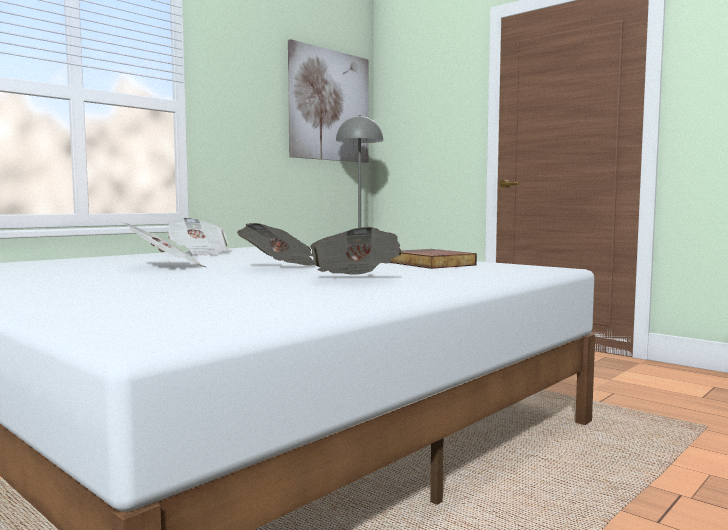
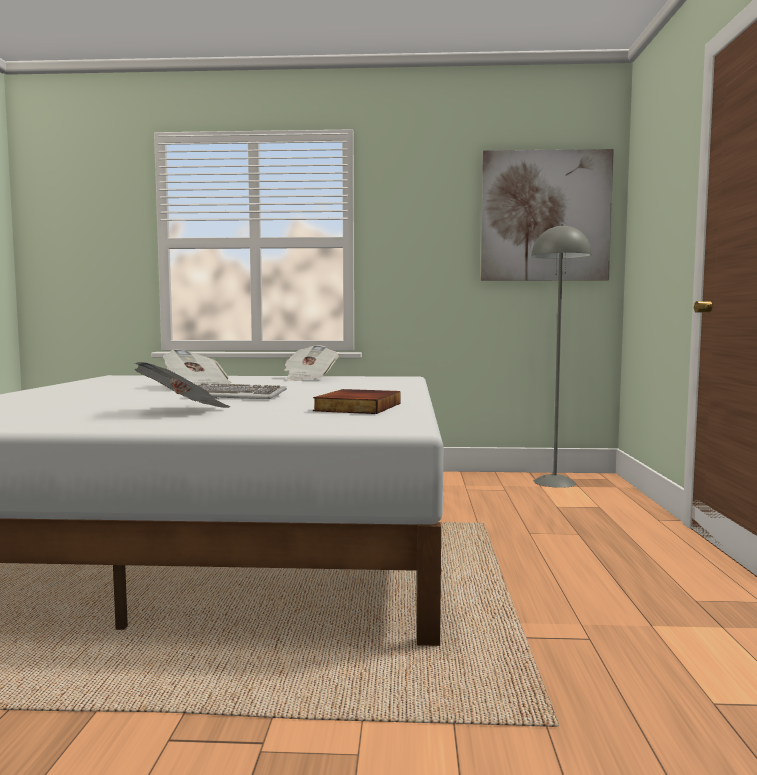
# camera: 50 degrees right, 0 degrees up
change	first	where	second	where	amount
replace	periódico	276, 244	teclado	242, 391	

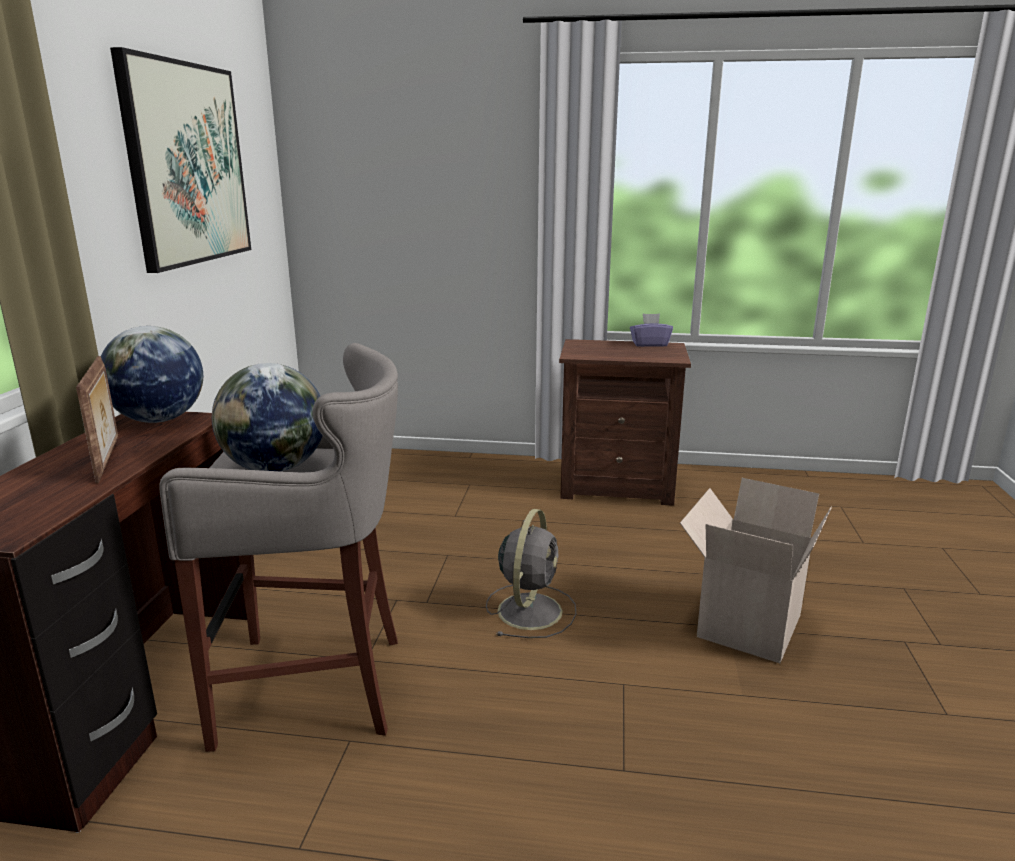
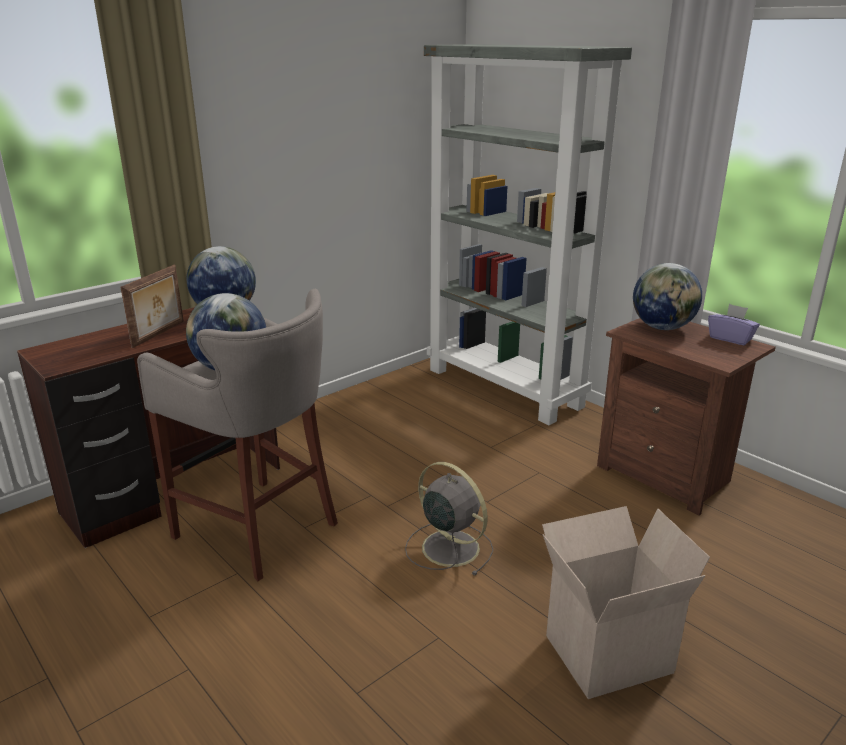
# camera: 40 degrees right, 5 degrees up
change	first	where	second	where	amount
delete	cuadro	180, 160			
rotate	ventilador/gris	531, 573		449, 519	105 degrees counterclockwise
insert			estantería/gris	528, 234	
insert			globo terráqueo	667, 296	

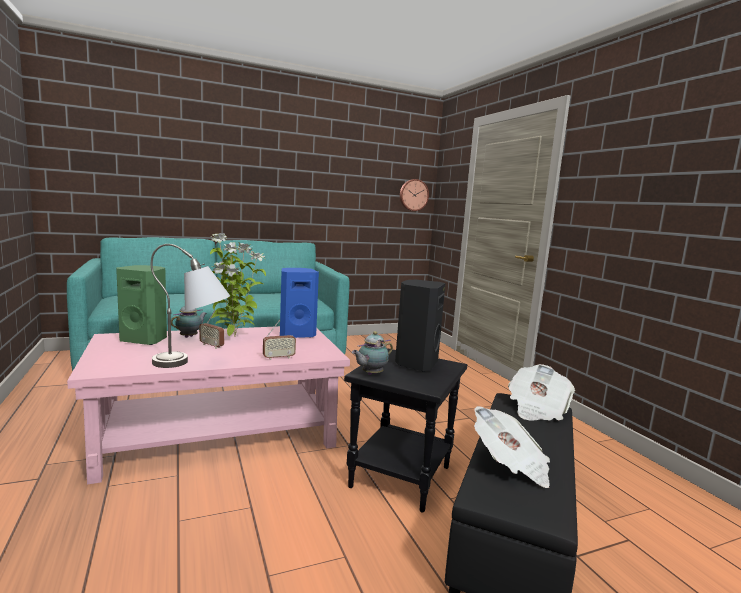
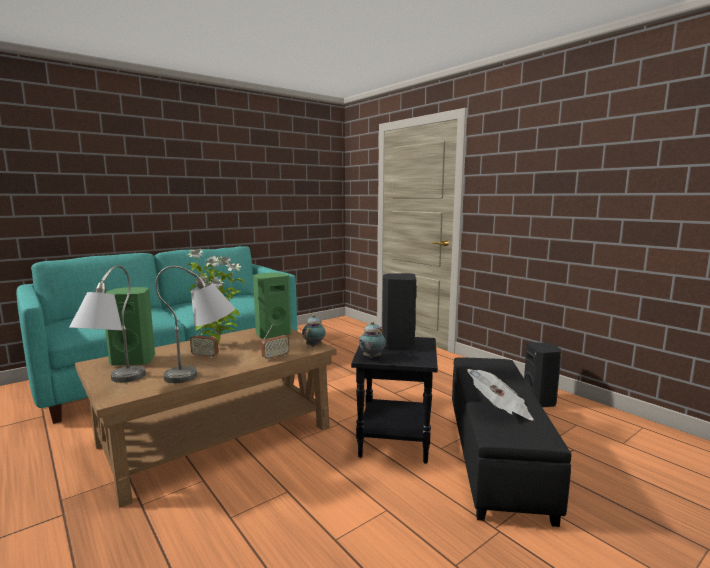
# camera: 15 degrees left, 0 degrees up
change	first	where	second	where	amount
delete	reloj de pared	414, 195			
recolor	altavoz/azul	299, 303	altavoz/verde	272, 306	
move	tetera	189, 322		313, 331	
recolor	mesa de centro/rosa	208, 405	mesa de centro/marrón	205, 418	
delete	periódico	541, 392			
insert			lámpara de mesa/gris	107, 324	
insert			altavoz/negro	543, 375	

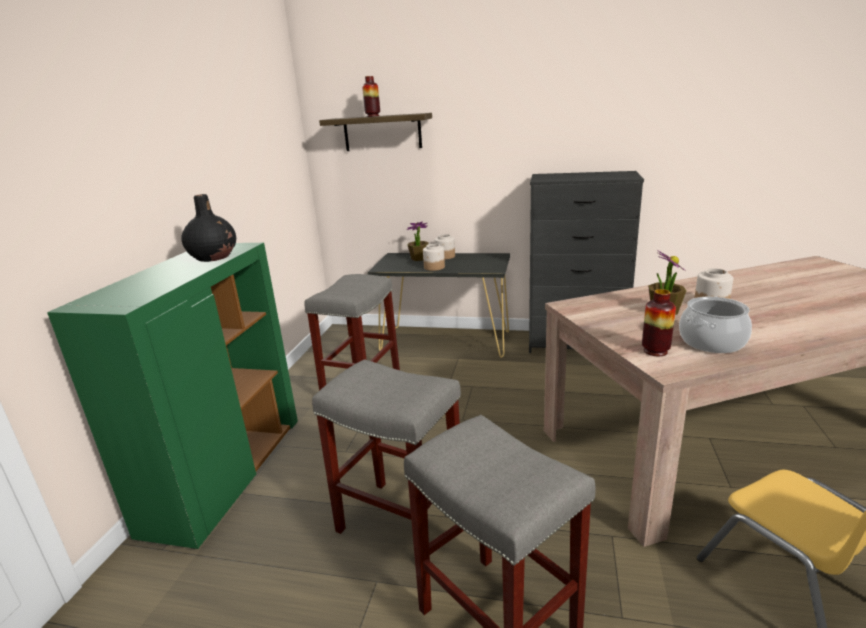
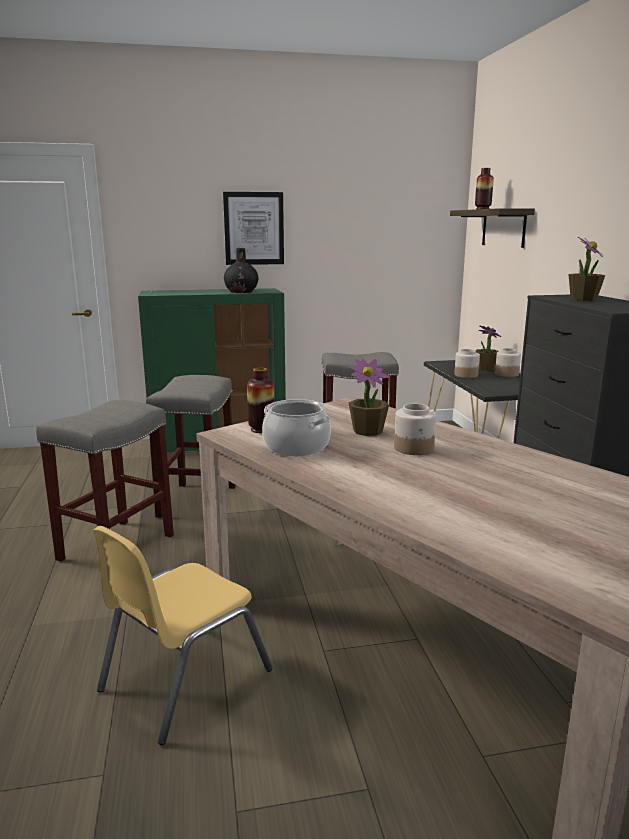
# camera: 65 degrees right, 5 degrees down
change	first	where	second	where	amount
insert			cuadro	253, 228	
insert			planta en maceta	586, 269	

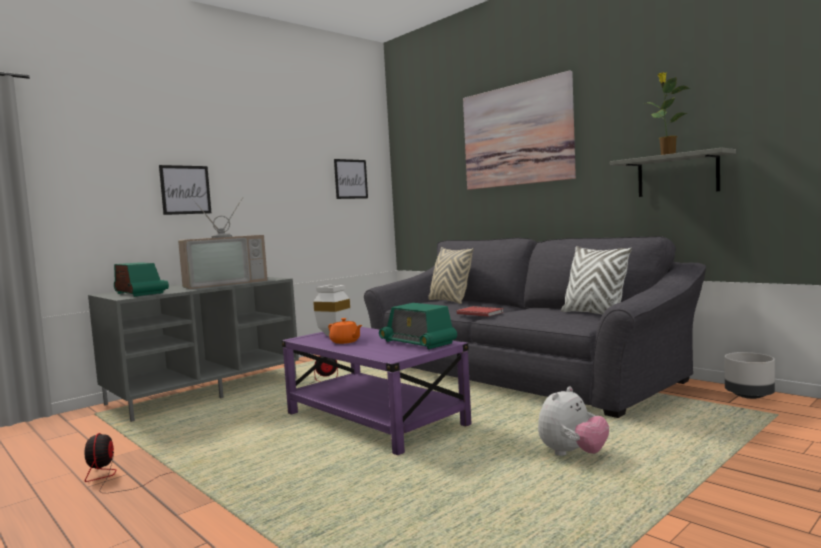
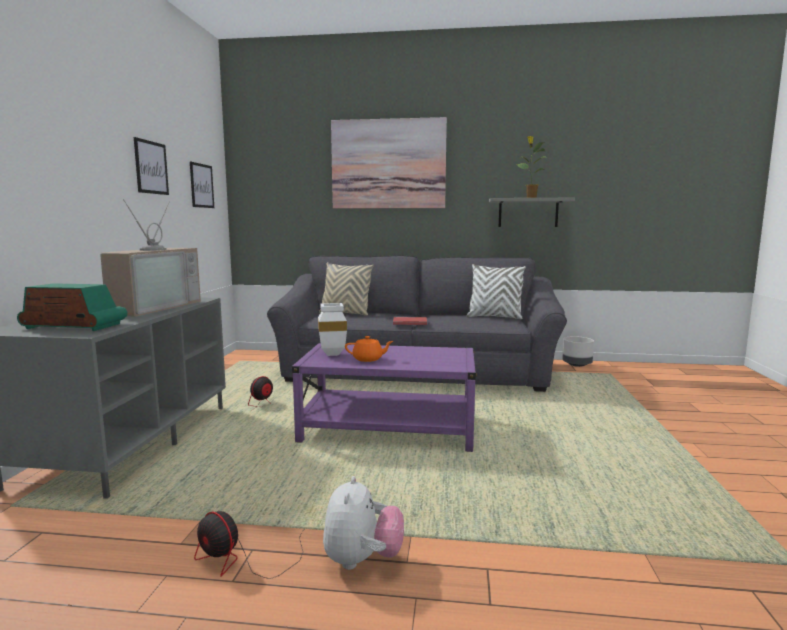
# camera: 40 degrees left, 5 degrees up
change	first	where	second	where	amount
move	cuadro	185, 190		151, 166	
delete	radio	418, 326			
move	peluche	573, 421		363, 523	

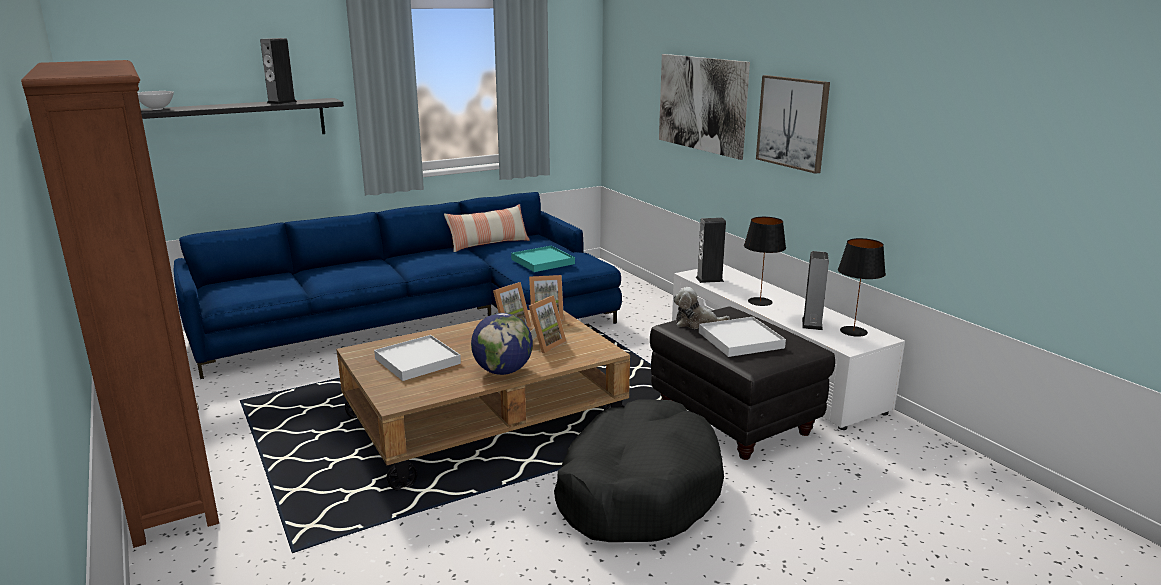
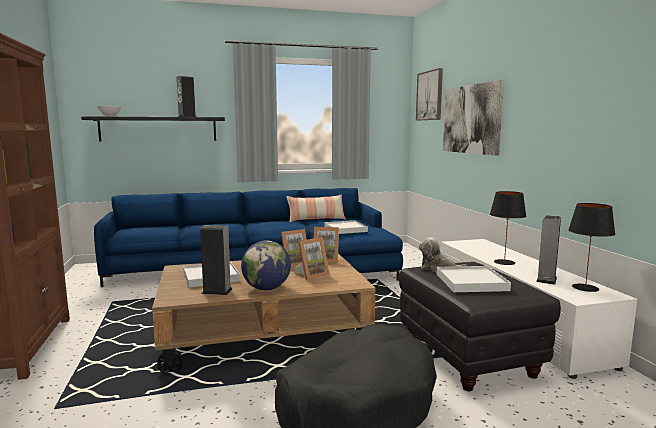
# camera: 15 degrees right, 10 degrees down
change	first	where	second	where	amount
move	cuadro	793, 124		429, 94	
move	altavoz	711, 250		216, 260	
recolor	bandeja/turquesa	543, 259	bandeja/blanco	346, 227	

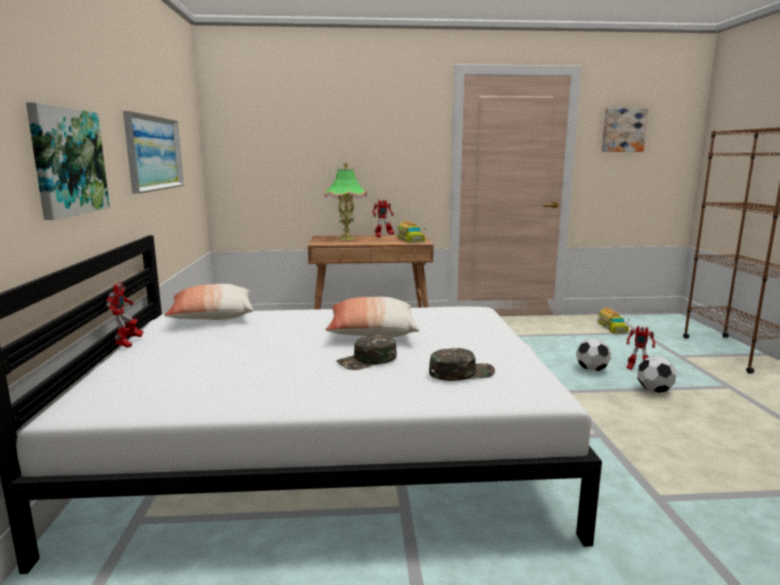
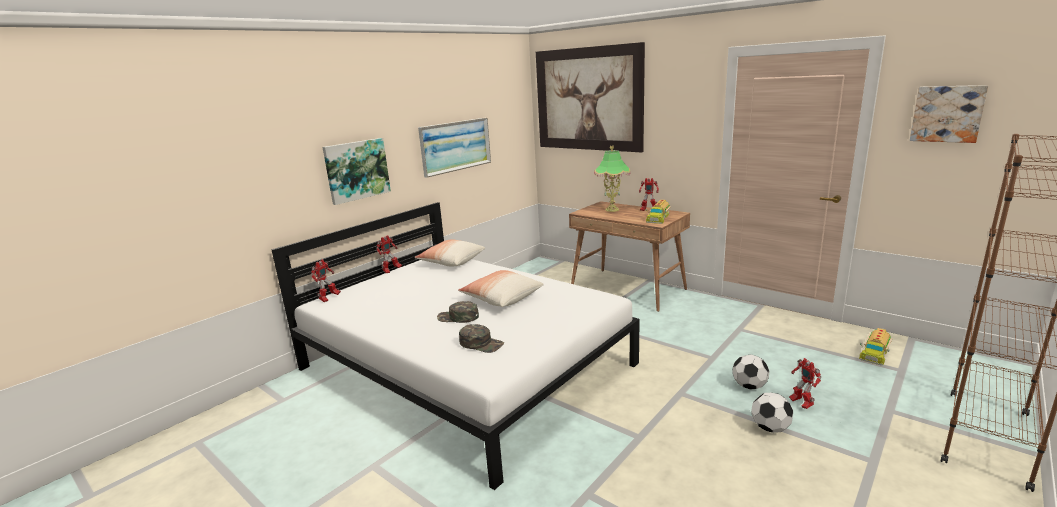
# camera: 45 degrees right, 5 degrees up
change	first	where	second	where	amount
insert			cuadro	590, 97	
insert			robot de juguete	326, 280	

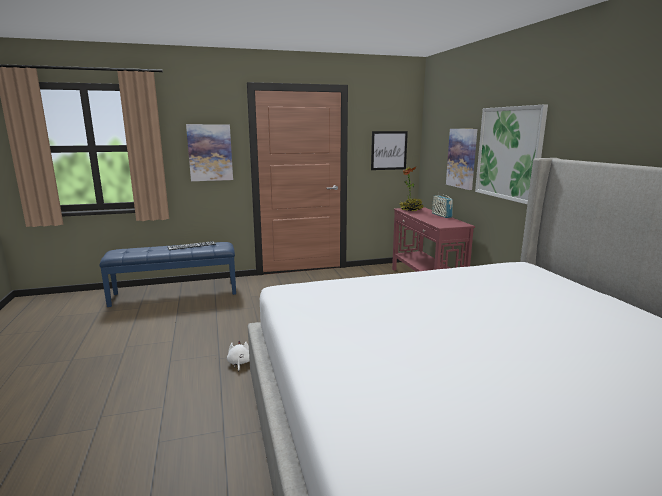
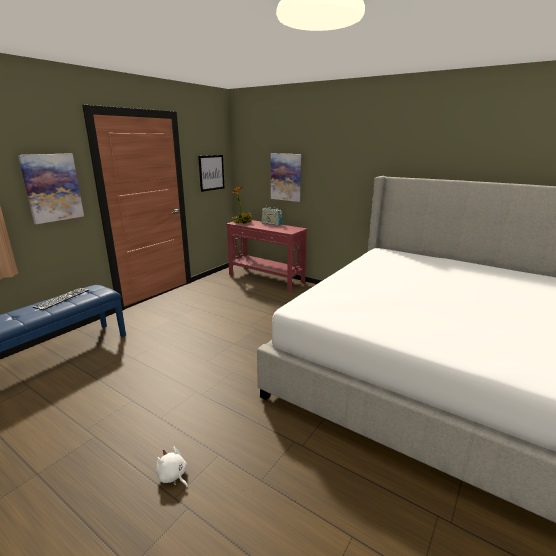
# camera: 40 degrees left, 5 degrees up
change	first	where	second	where	amount
delete	cuadro	511, 154			
move	peluche/blanco	238, 356		172, 467	

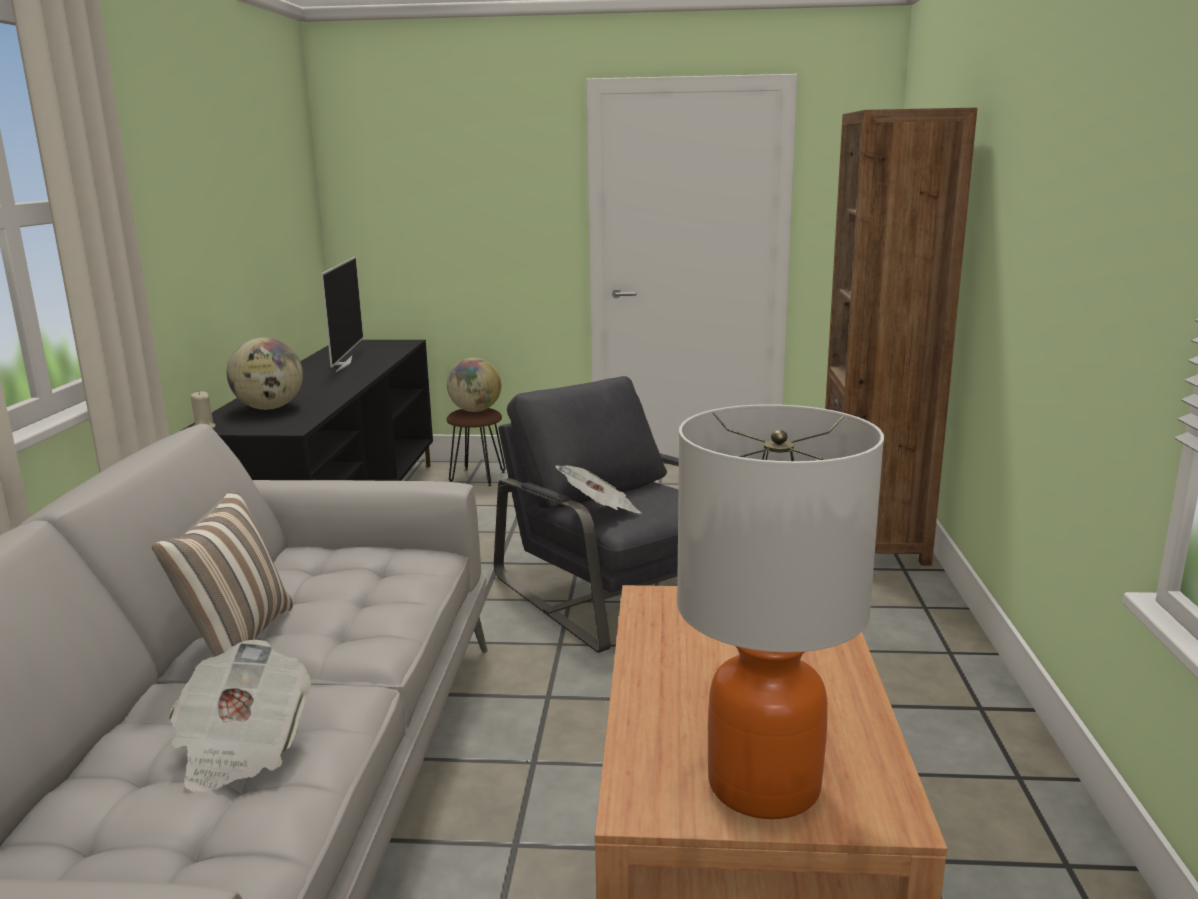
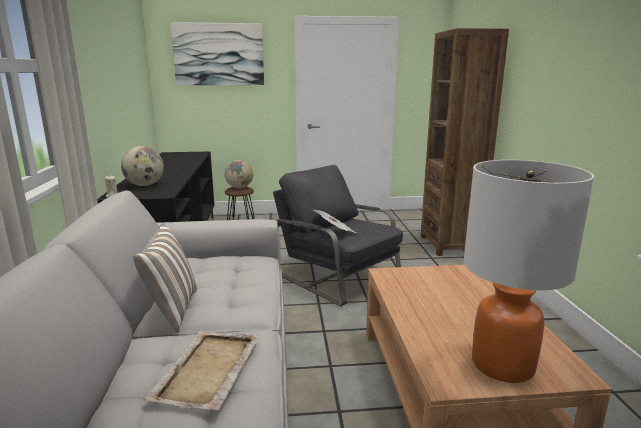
# camera: 10 degrees left, 0 degrees up
change	first	where	second	where	amount
delete	televisor	342, 314			
replace	periódico	240, 716	bandeja/beis	202, 370	
insert			cuadro	217, 53	

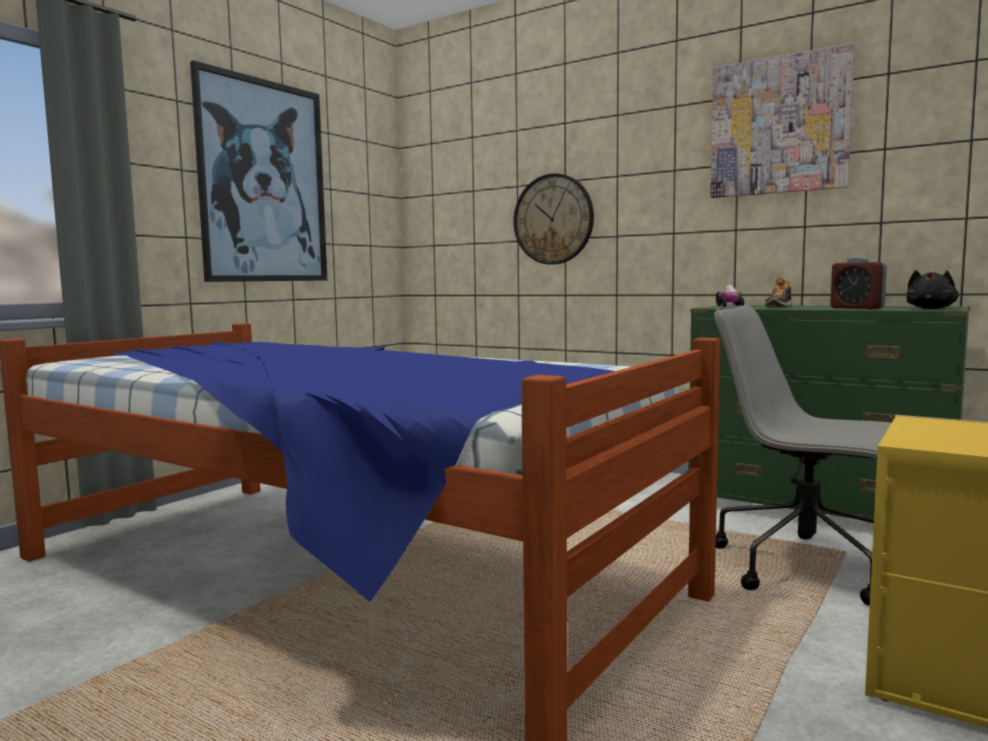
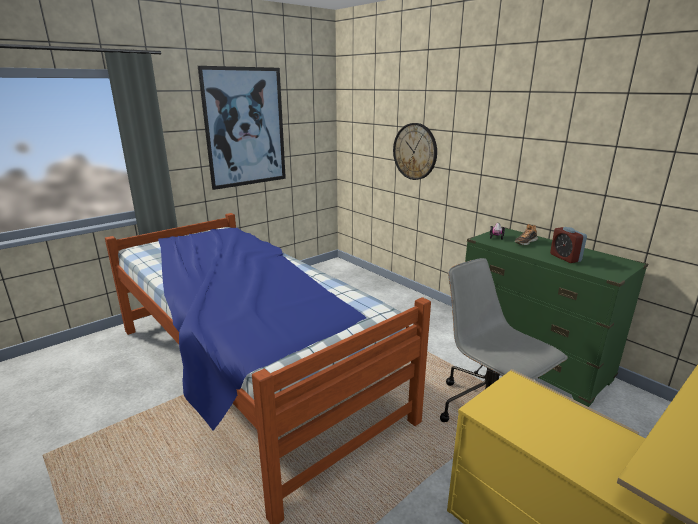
# camera: 15 degrees right, 15 degrees up
change	first	where	second	where	amount
delete	cuadro	782, 120			
delete	peluche/negro	932, 289			

